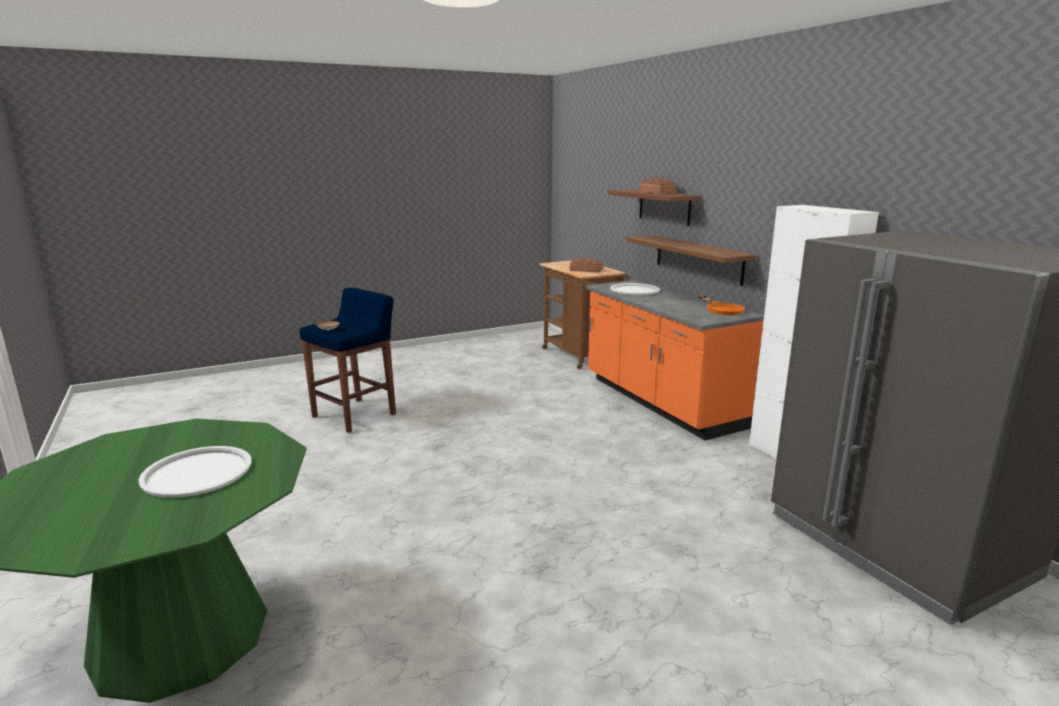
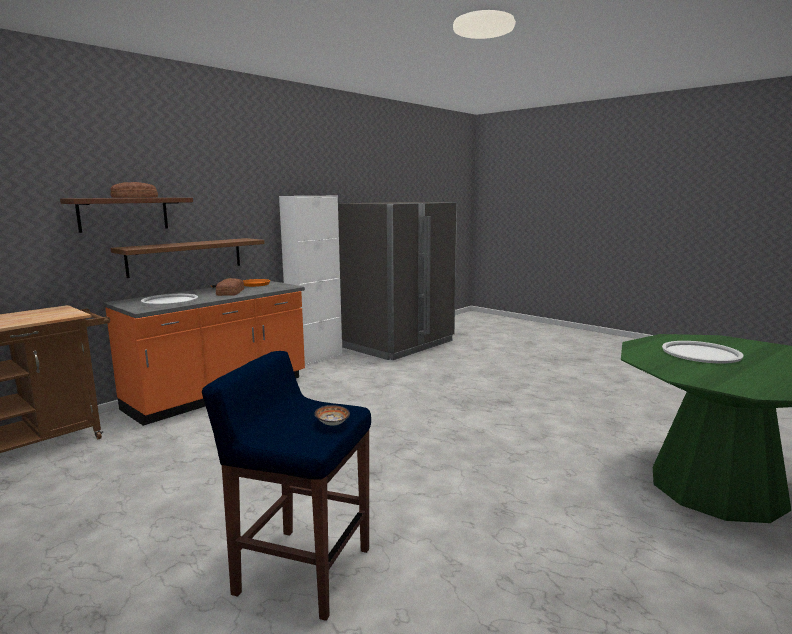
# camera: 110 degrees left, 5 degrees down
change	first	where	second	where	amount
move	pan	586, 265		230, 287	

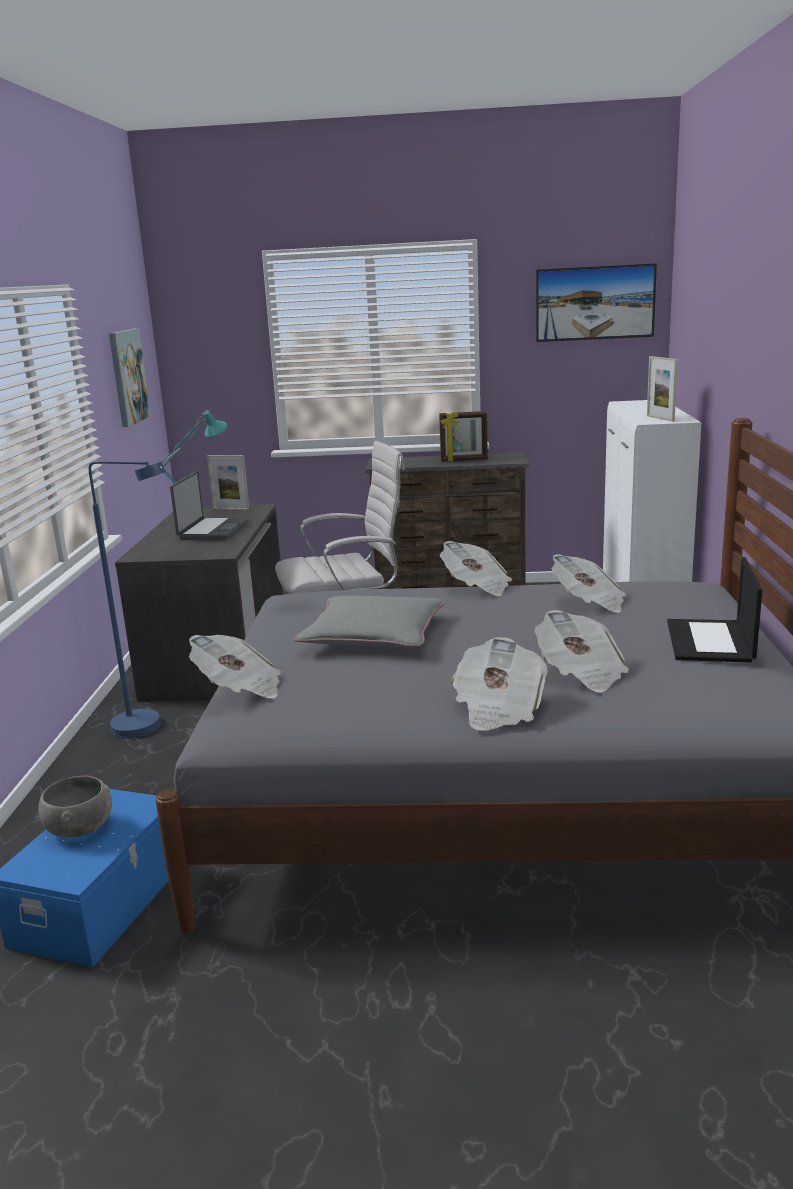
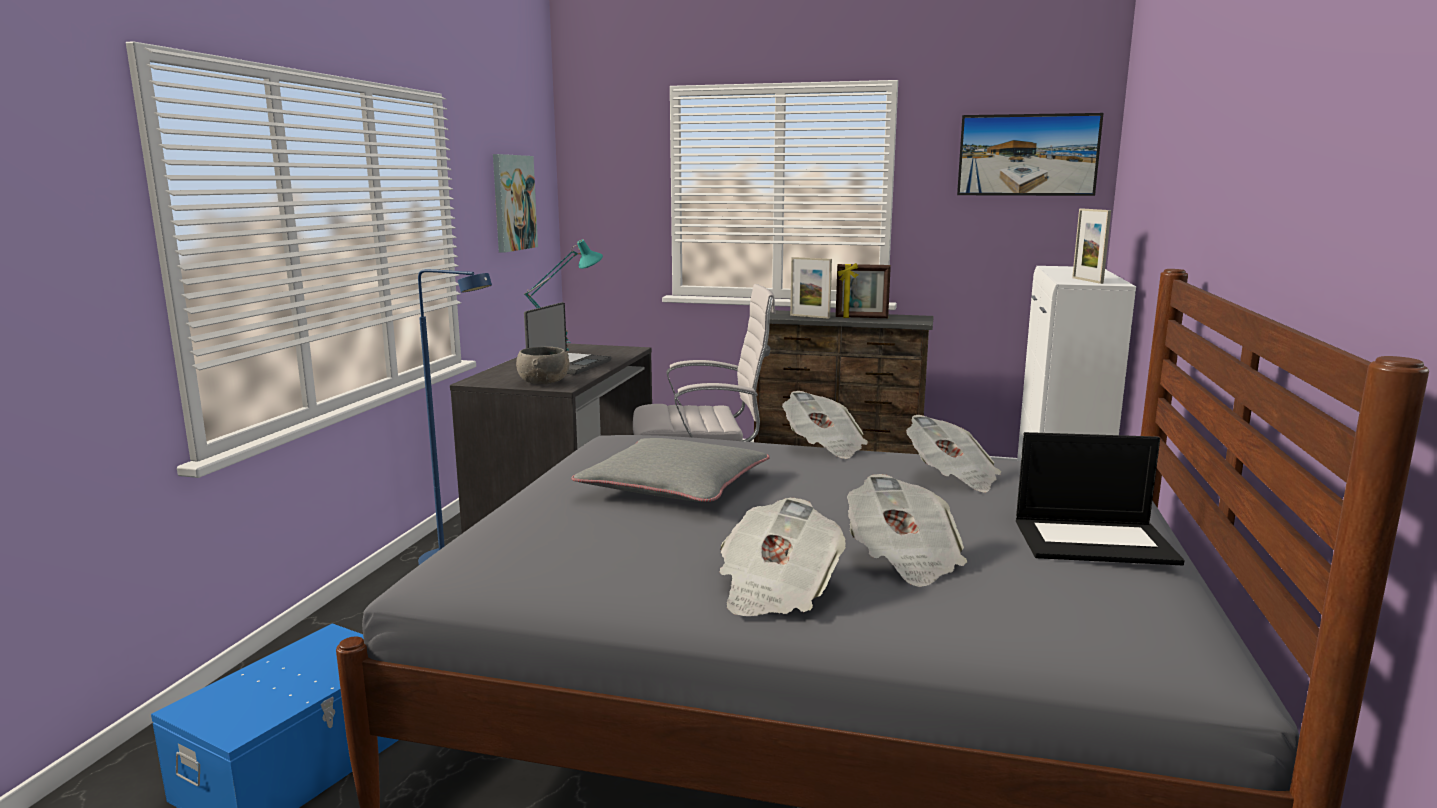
# camera: 10 degrees right, 5 degrees down
change	first	where	second	where	amount
move	portarretratos	228, 482		811, 288	
rotate	portátil	714, 609		1100, 498	105 degrees counterclockwise
delete	periódico	235, 666			
move	cuenco/gris	75, 806		542, 365	

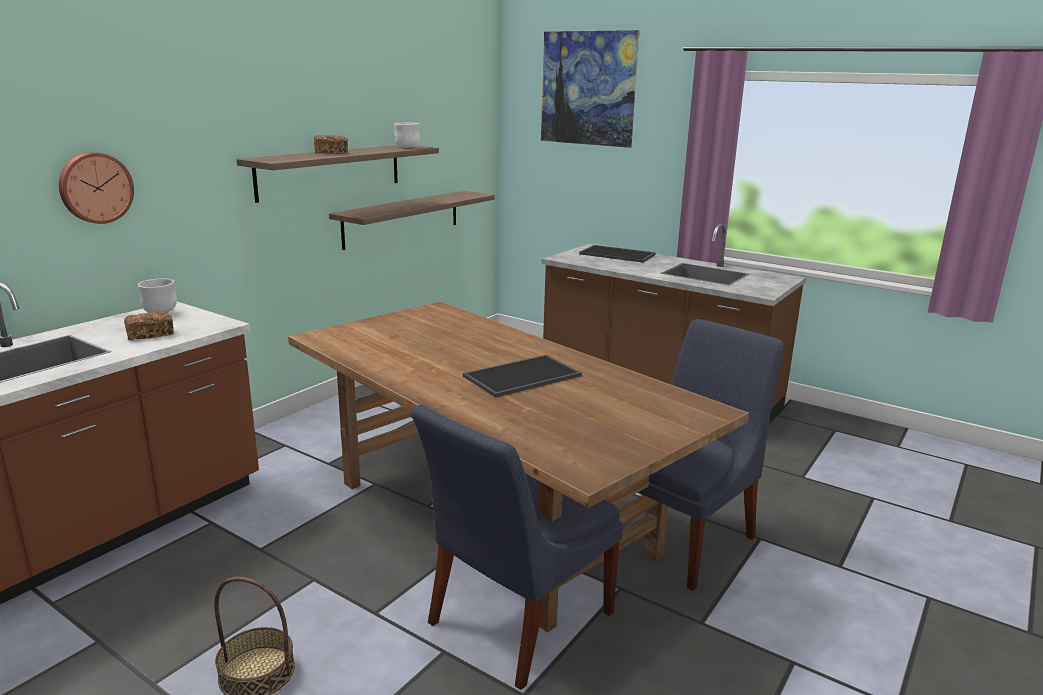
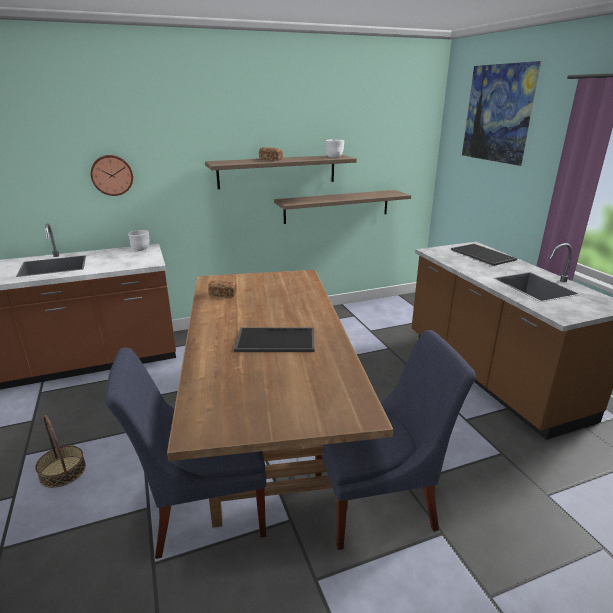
# camera: 35 degrees right, 5 degrees up
change	first	where	second	where	amount
move	pan	149, 326		222, 289	

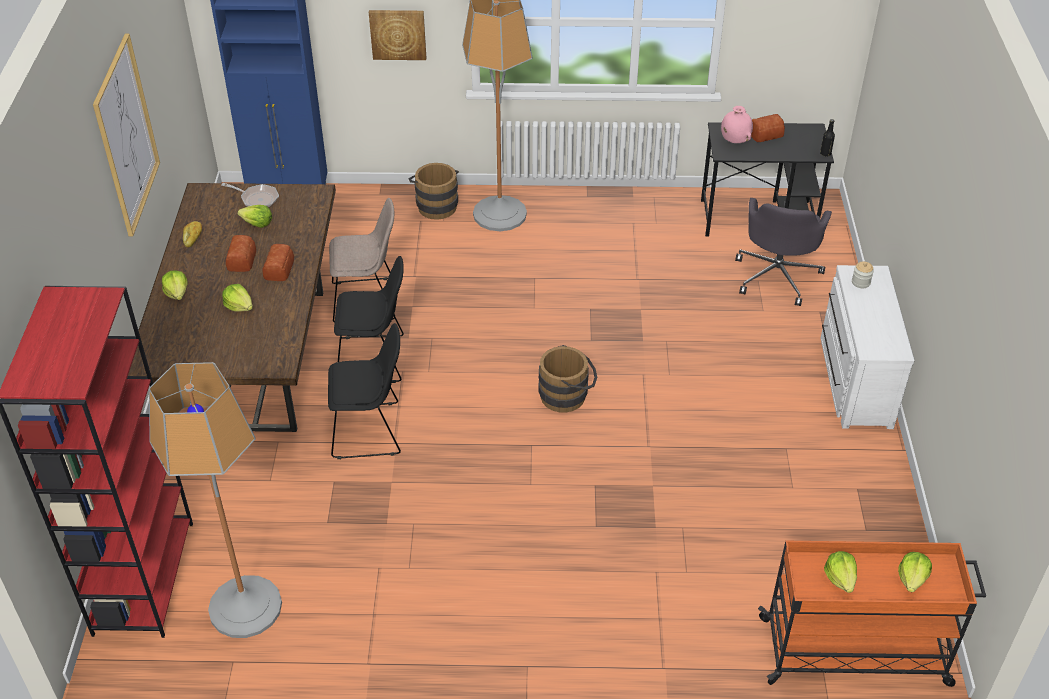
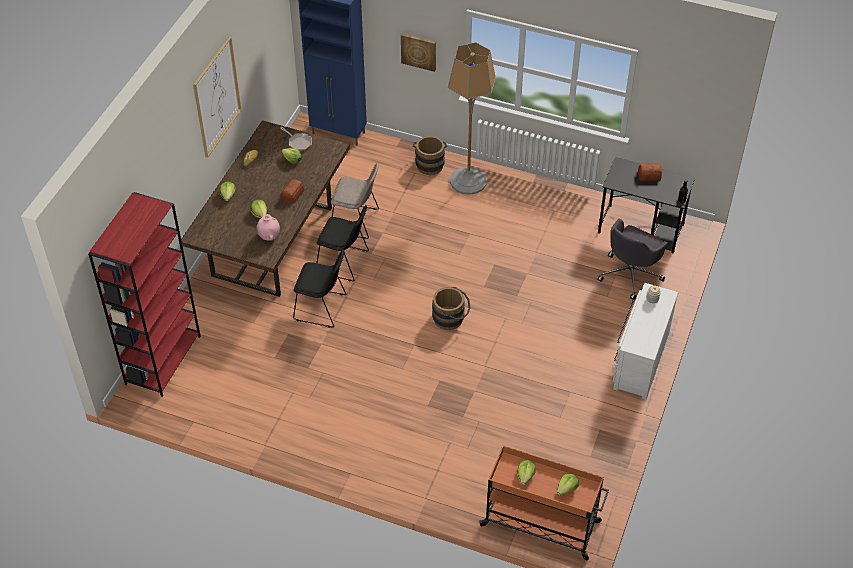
# camera: 20 degrees right, 5 degrees up
change	first	where	second	where	amount
move	florero/rosa	737, 124		268, 227	
delete	pan	241, 253			
delete	lámpara de pie	215, 500			

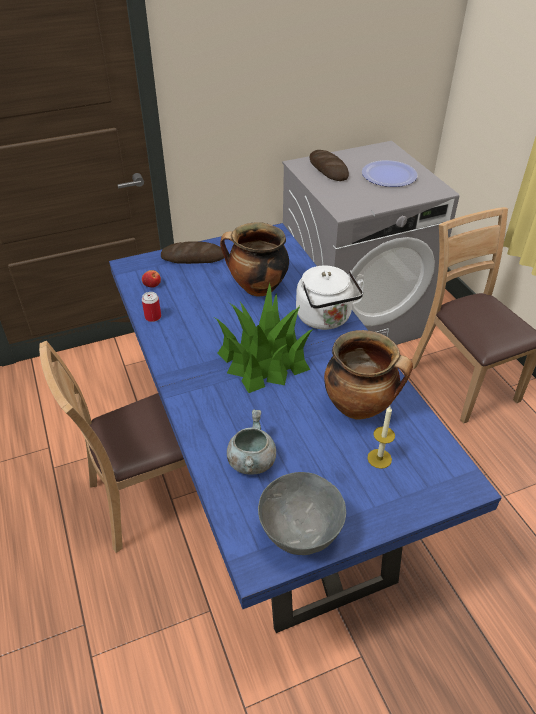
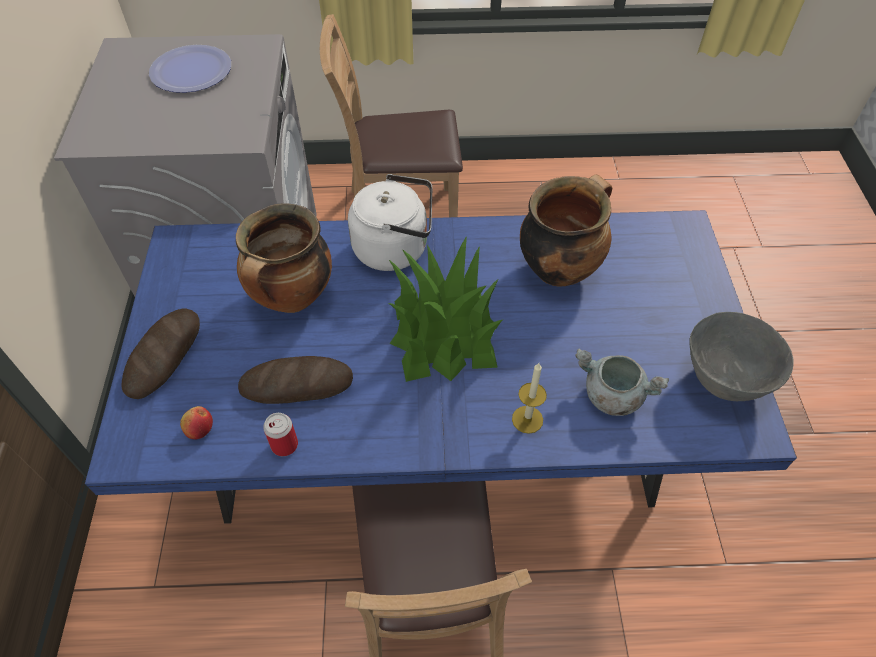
# camera: 70 degrees left, 10 degrees up
change	first	where	second	where	amount
move	pan	329, 165		295, 380	
move	vela	381, 437		529, 398	

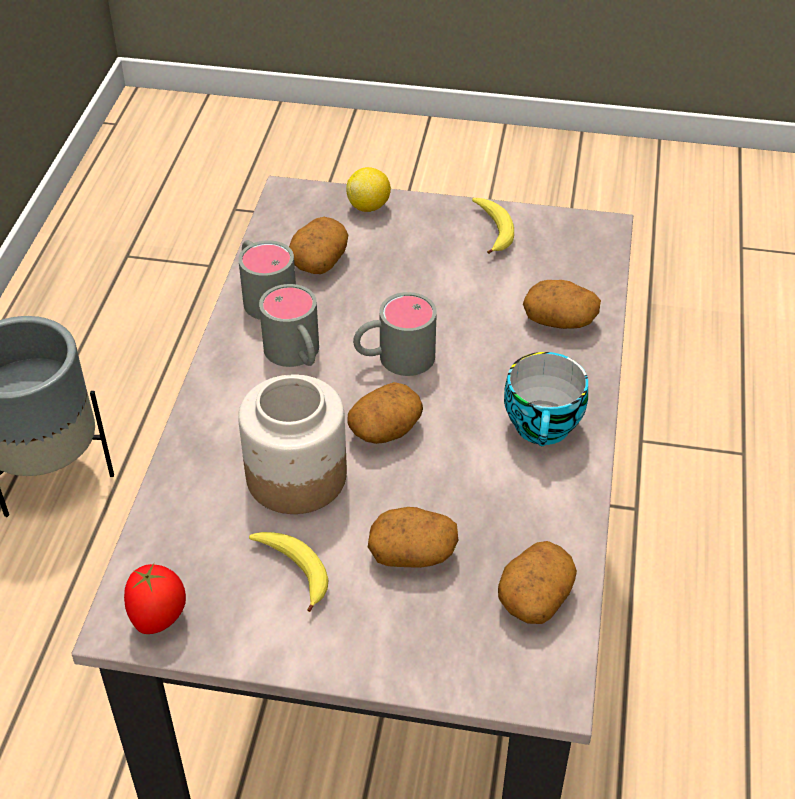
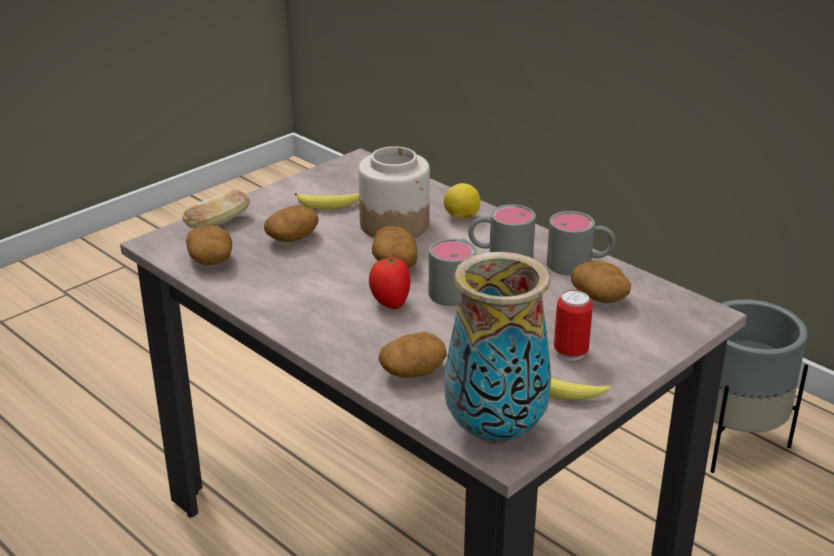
# camera: 125 degrees right, 15 degrees down
change	first	where	second	where	amount
move	limón	368, 189		462, 201	
delete	taza	546, 399			
move	tomate	155, 598		389, 282	
insert			pan	216, 209	
insert			florero	497, 348	
insert			lata	573, 325	

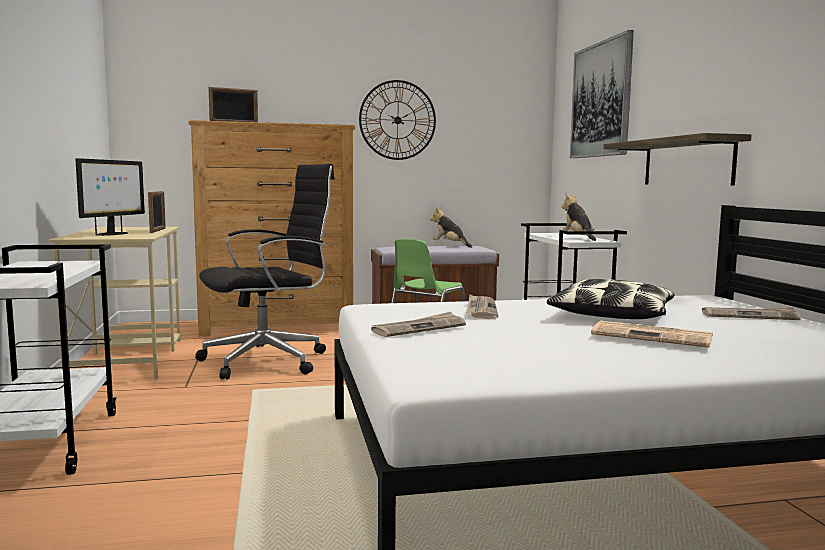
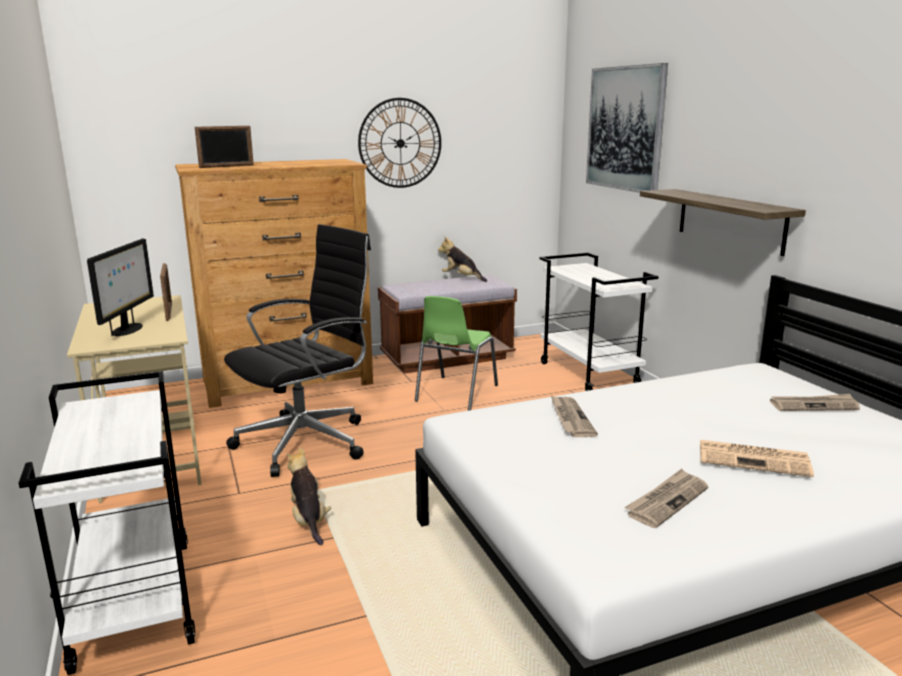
# camera: 10 degrees left, 10 degrees up
change	first	where	second	where	amount
move	peluche	579, 217		309, 496	
delete	cojín	611, 299			
move	periódico	418, 324		666, 498	

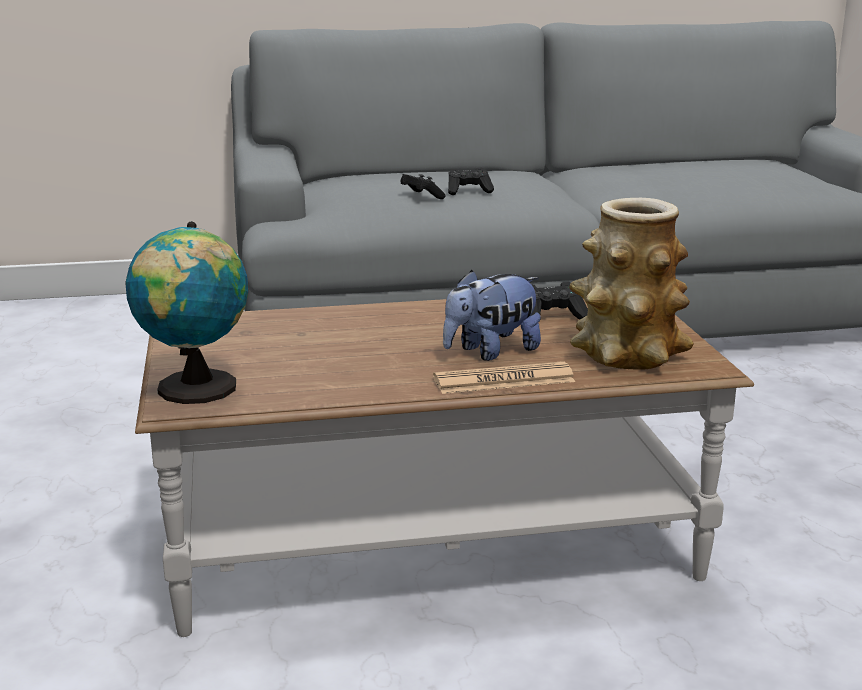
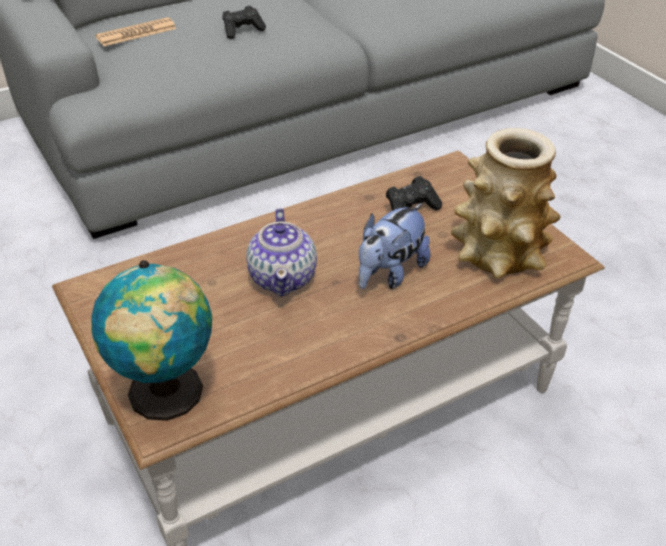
# camera: 20 degrees left, 20 degrees up
change	first	where	second	where	amount
delete	mando de consola/negro	423, 186			
move	periódico	504, 377		136, 31	
insert			tetera	281, 252	

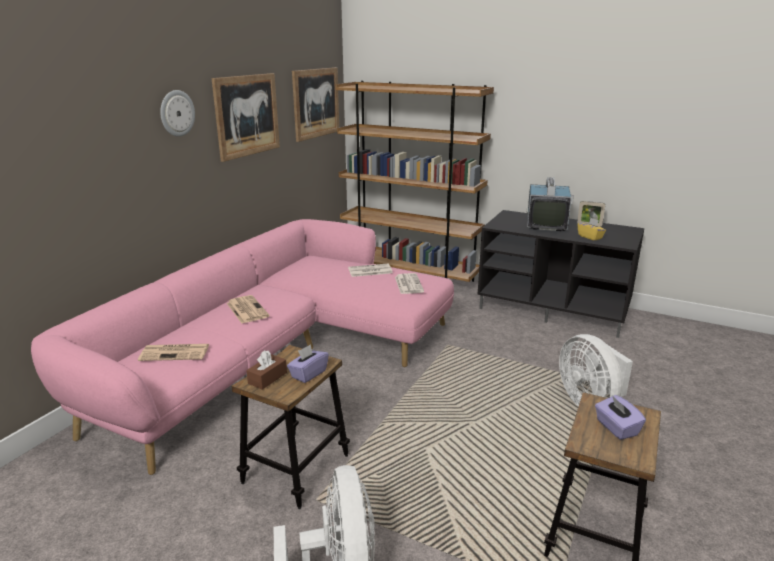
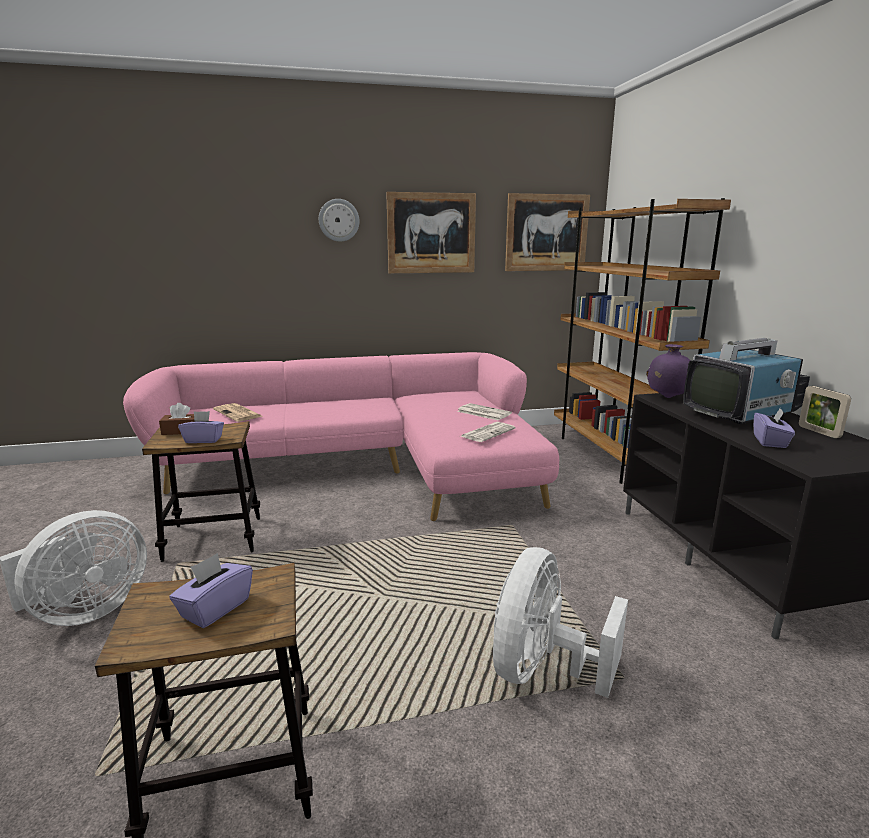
# camera: 50 degrees right, 5 degrees down
change	first	where	second	where	amount
recolor	caja de pañuelos/amarillo	591, 229	caja de pañuelos/morado	774, 428	
delete	periódico	248, 309			
insert			florero/morado	668, 371	

